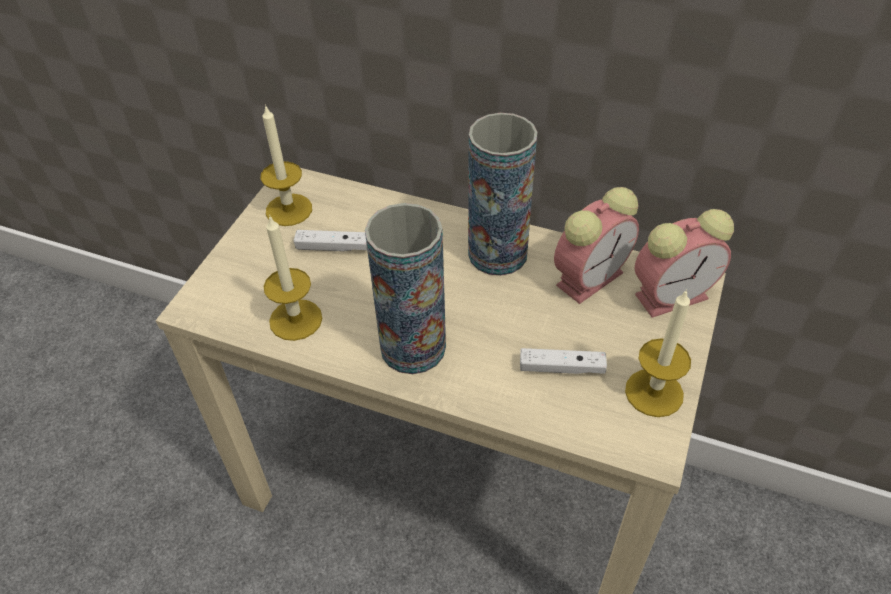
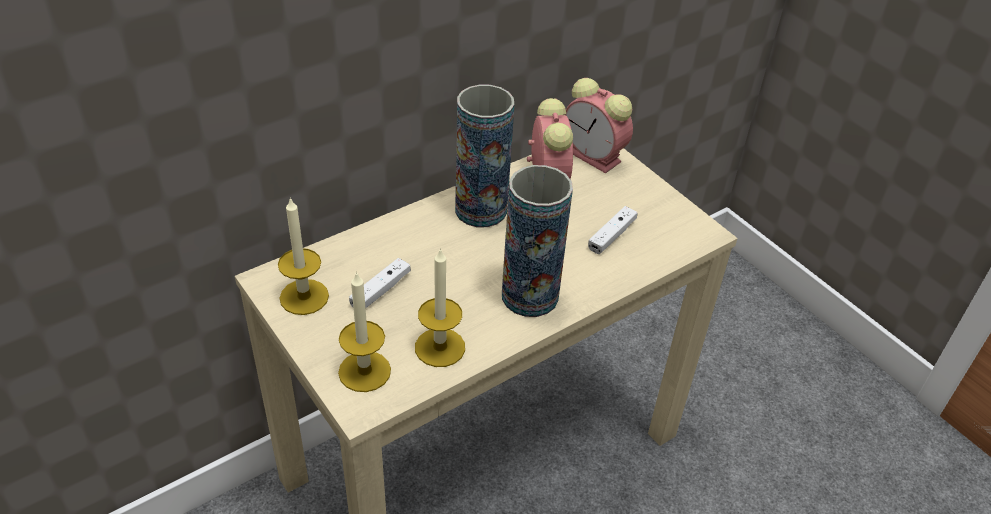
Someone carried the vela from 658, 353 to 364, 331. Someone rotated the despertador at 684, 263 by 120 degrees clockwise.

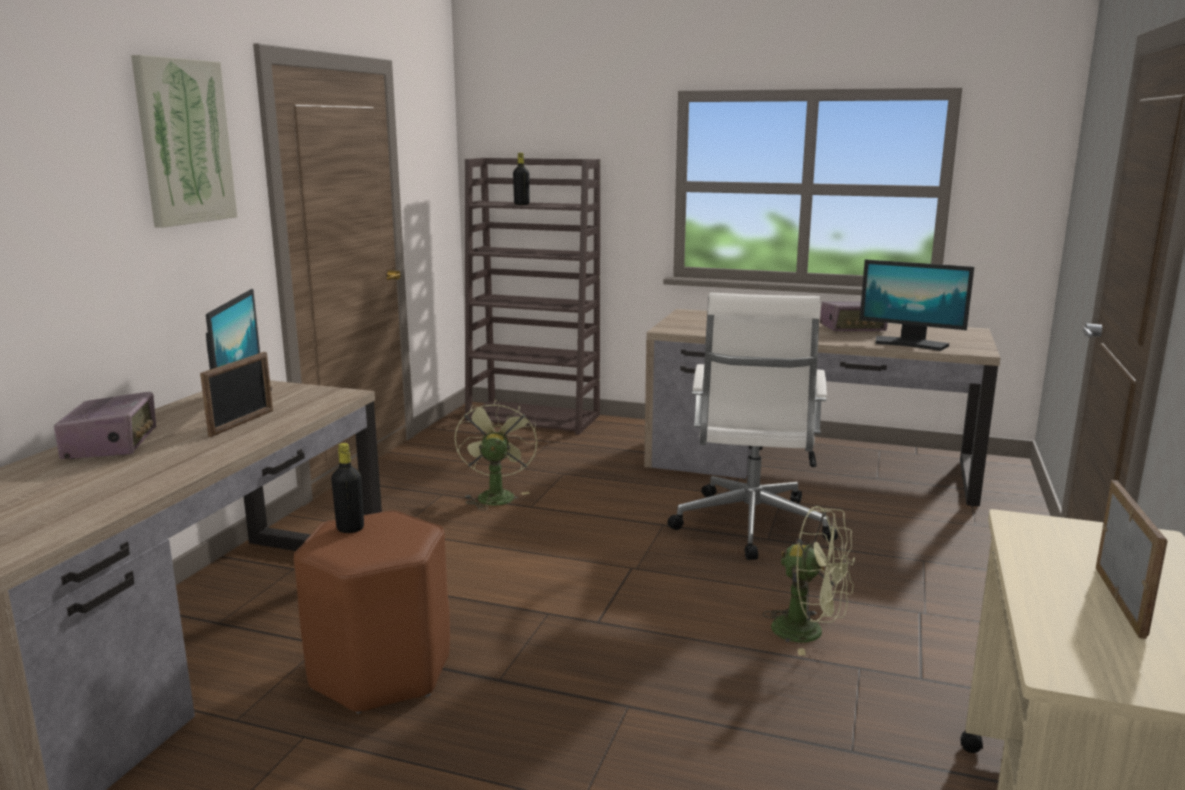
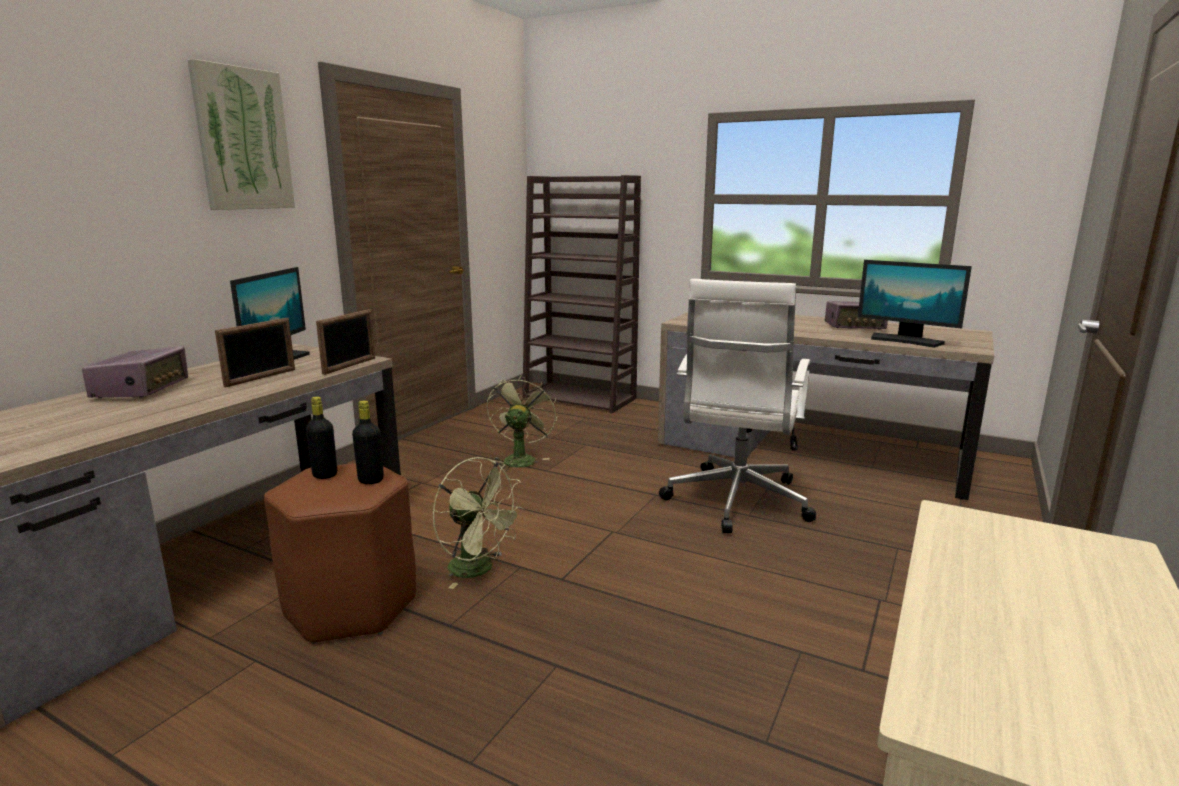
Someone carried the botella/negro from 521, 179 to 368, 442. Someone carried the ventilador/verde from 808, 580 to 478, 523. Someone carried the portarretratos from 1132, 559 to 345, 342.

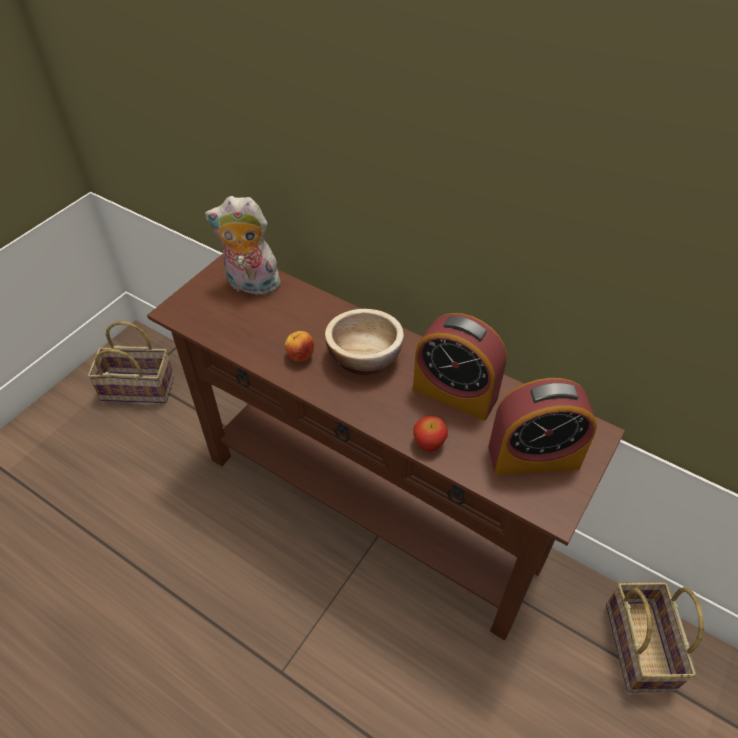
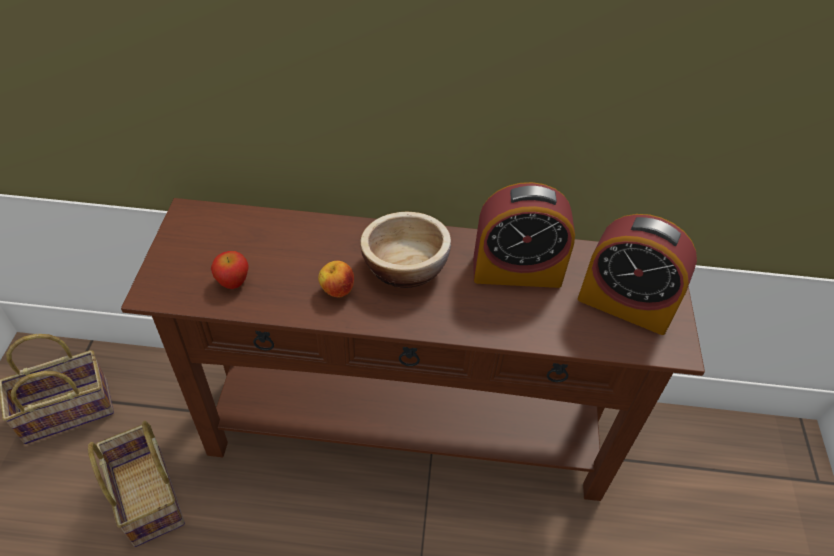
Someone took away the peluche at 245, 245. Someone carried the manzana from 431, 434 to 230, 270. Someone rotated the despertador at 542, 426 by 60 degrees clockwise. Someone carried the cesta from 655, 637 to 136, 484.

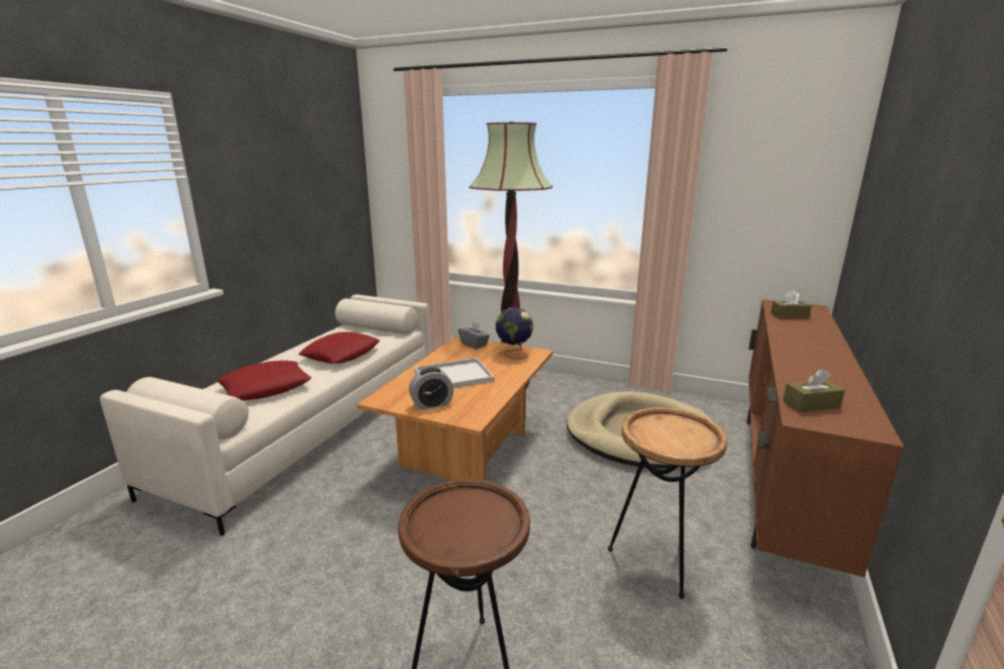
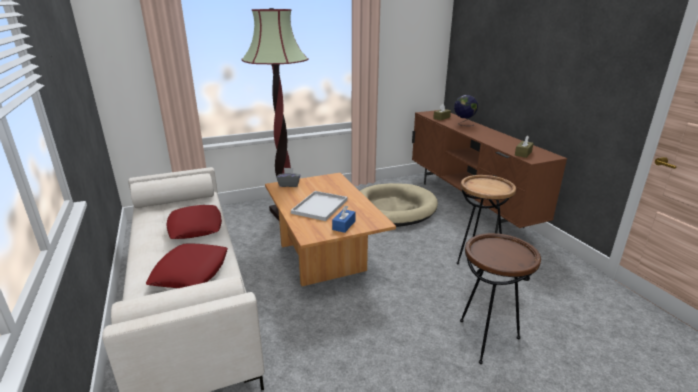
Someone swapped the despertador at 431, 389 for the caja de pañuelos/azul at 343, 219. Someone carried the globo terráqueo from 514, 333 to 466, 110.

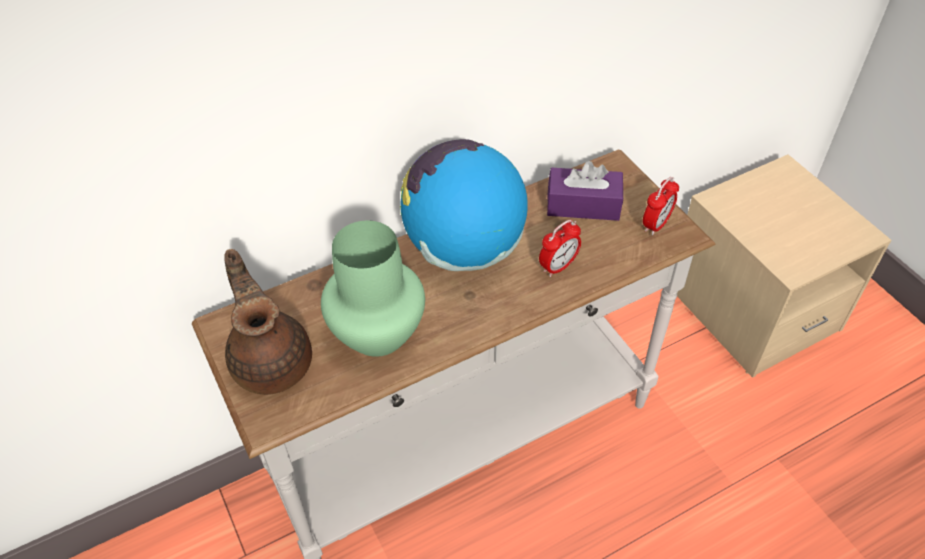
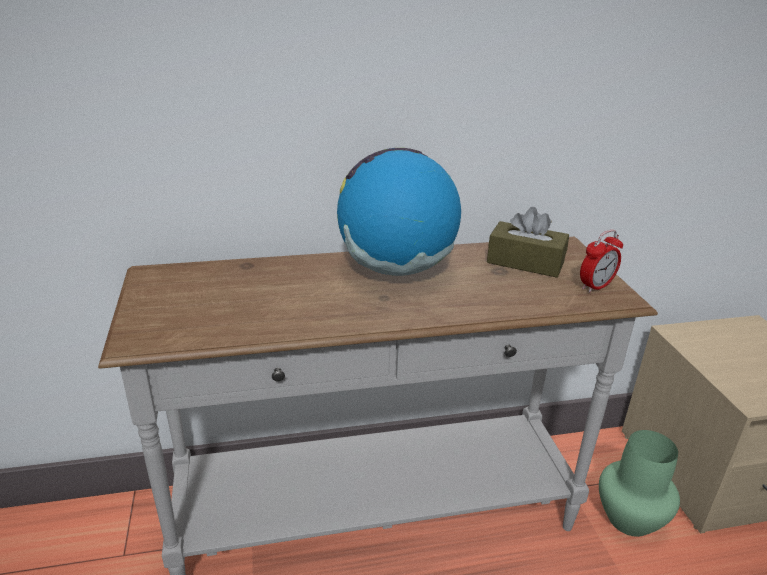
Someone took away the tetera/marrón at 268, 322. Someone carried the florero/verde from 373, 289 to 639, 483. Someone took away the despertador at 560, 248. Someone repainted the caja de pañuelos/morado at 585, 191, which became the caja de pañuelos/marrón at 528, 242.

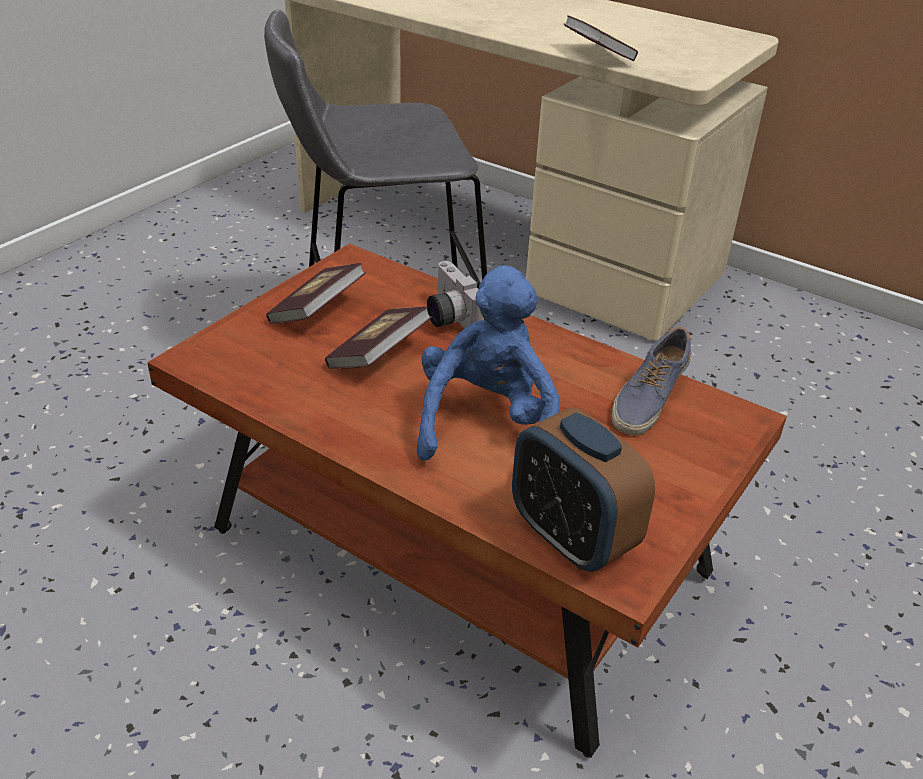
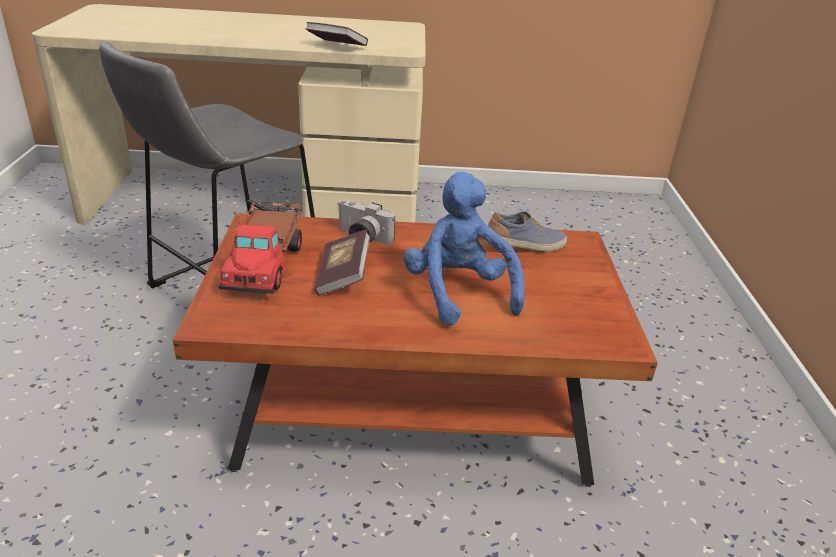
Someone swapped the libro at 316, 293 for the camión de juguete at 260, 247. Someone took away the despertador at 583, 490. Someone rotated the zapato at 651, 381 by 105 degrees counterclockwise.

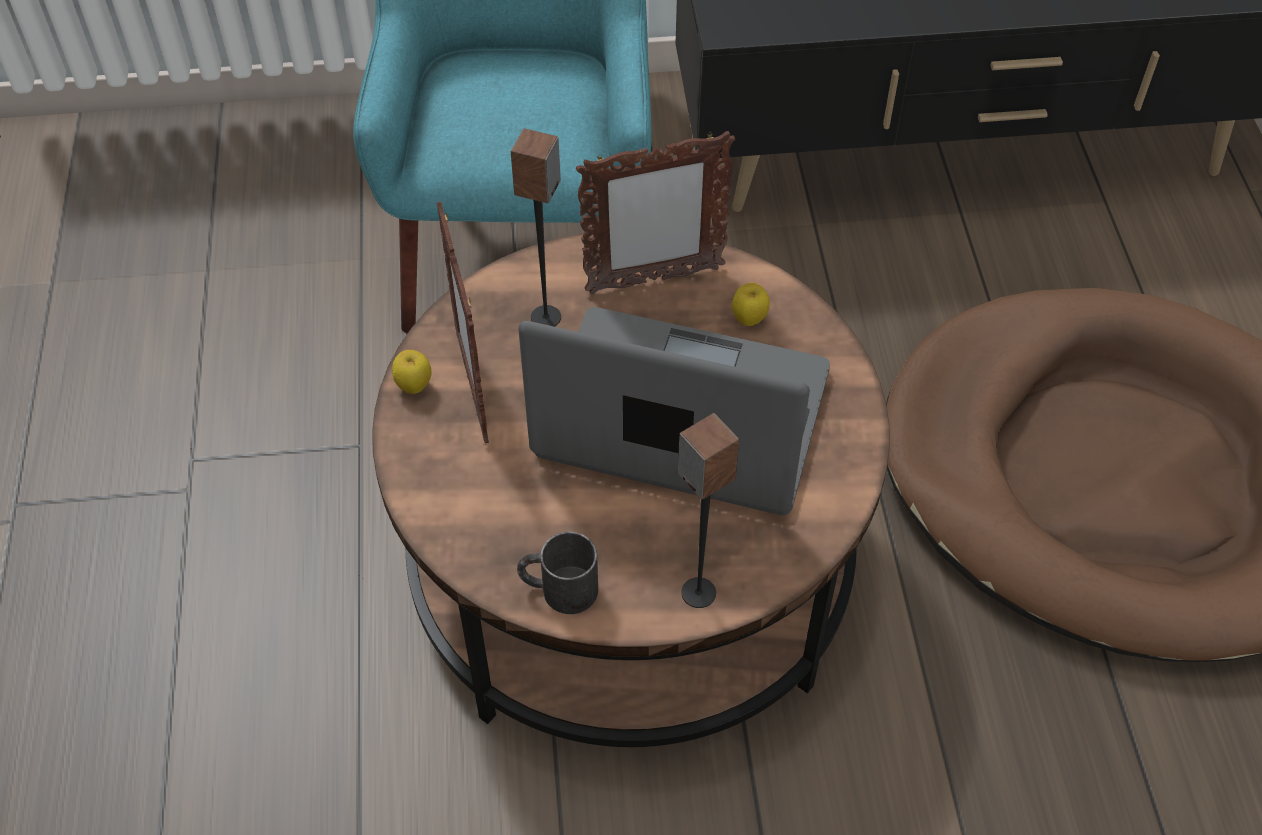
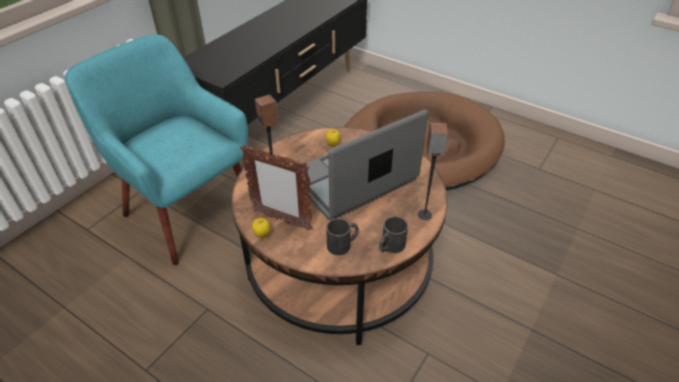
Someone took away the portarretratos at 655, 212. Someone put down the taza grande/negro at 342, 236.

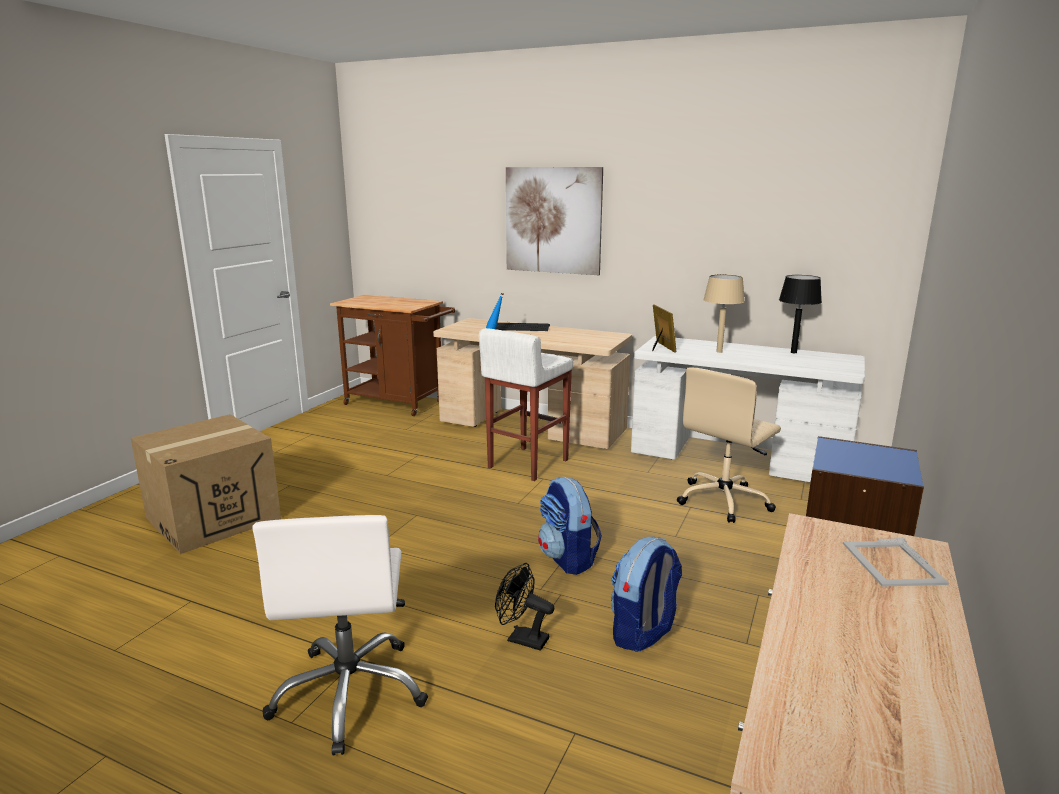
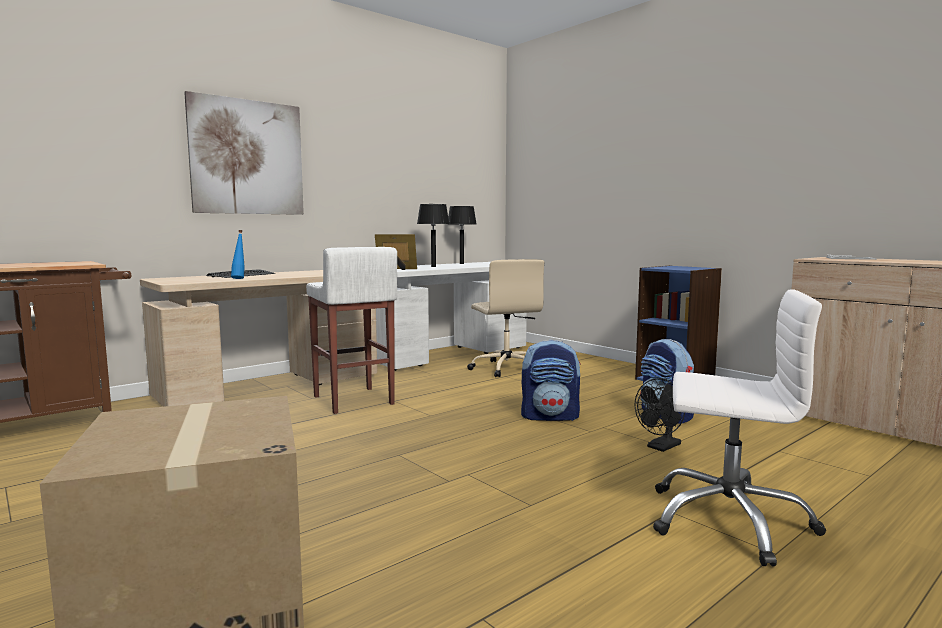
Someone repainted the lámpara de mesa/beis at 724, 313, which became the lámpara de mesa/negro at 433, 235.

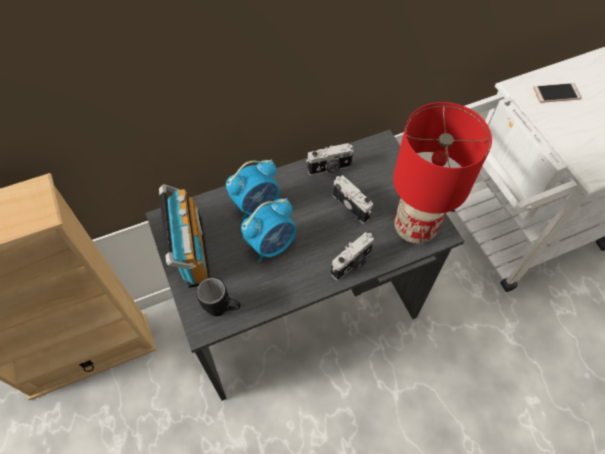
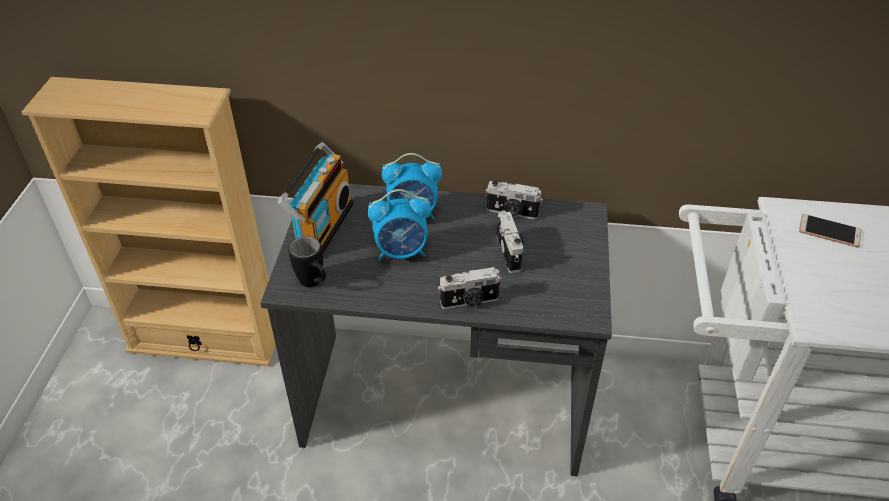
Someone took away the lámpara de mesa/rojo at 442, 173.

